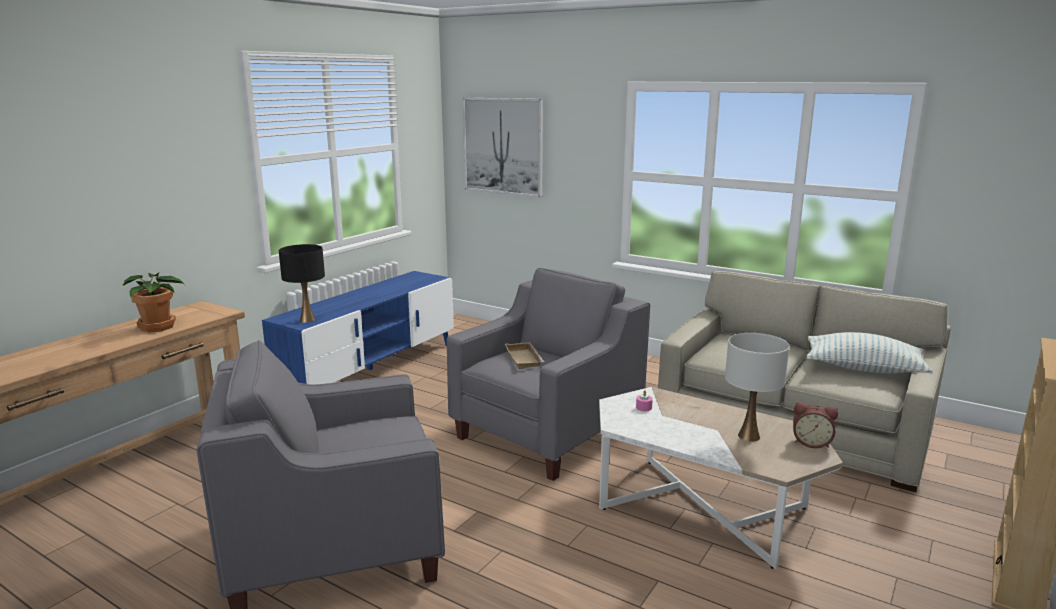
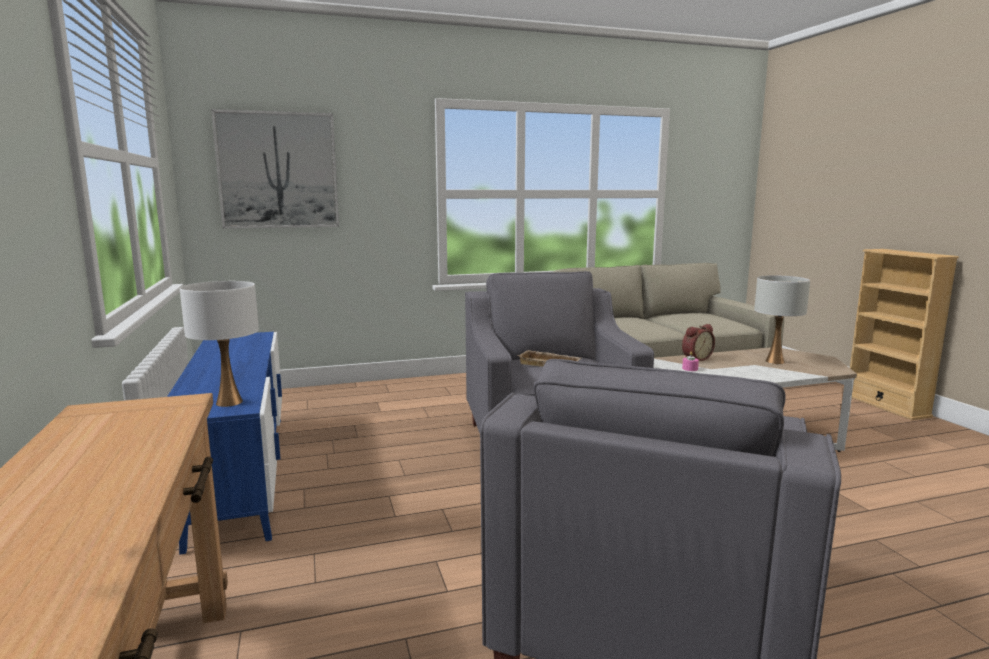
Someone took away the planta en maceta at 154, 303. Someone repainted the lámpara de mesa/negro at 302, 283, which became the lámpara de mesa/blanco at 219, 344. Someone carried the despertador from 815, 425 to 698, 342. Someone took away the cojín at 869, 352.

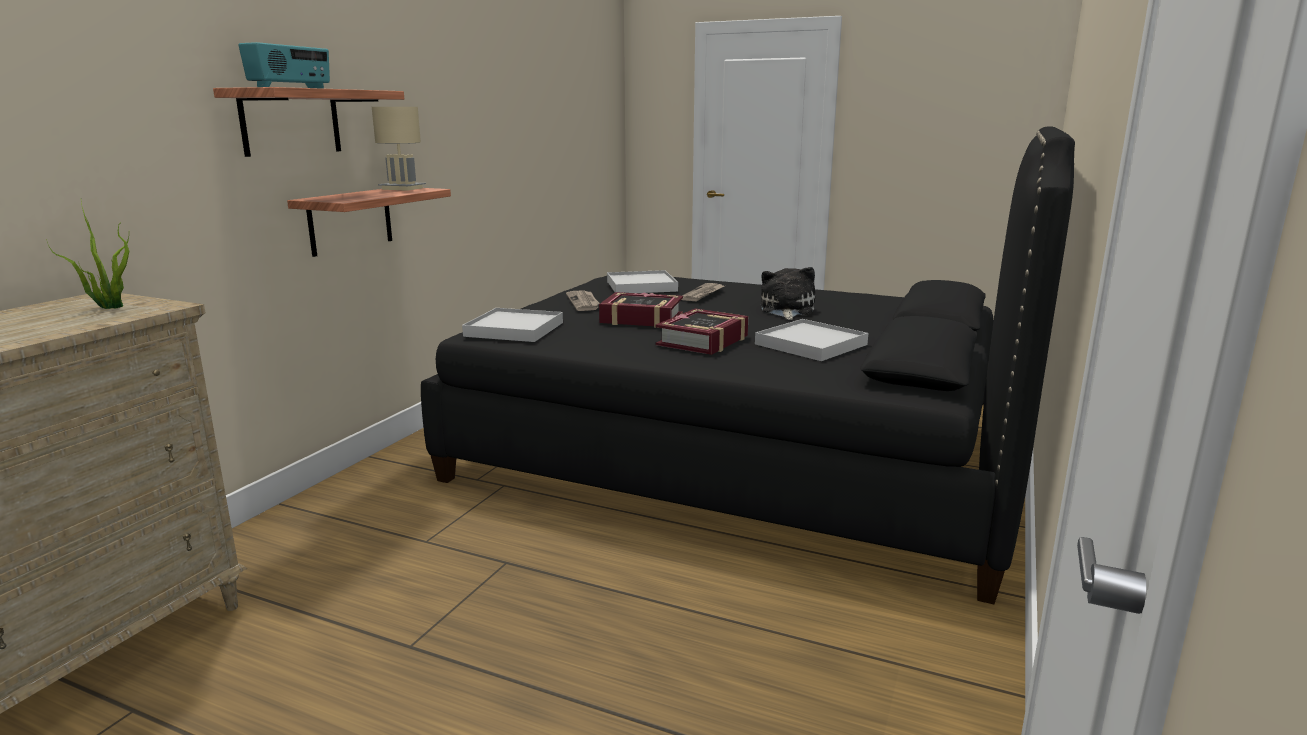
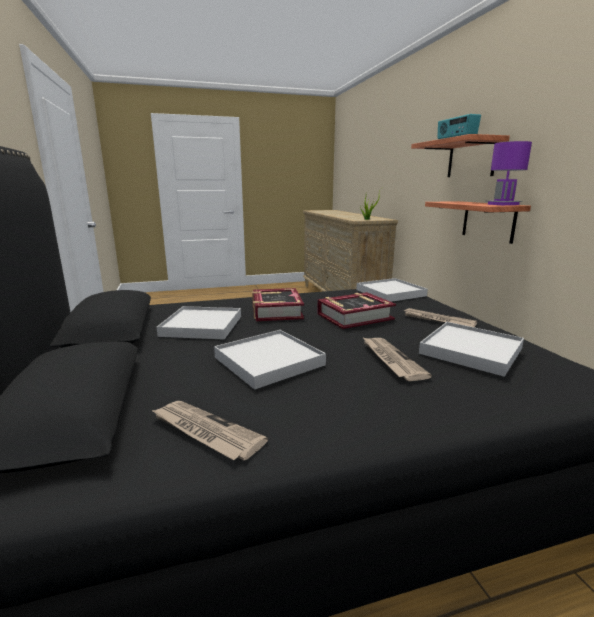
Someone repainted the lámpara de mesa/beis at 399, 149, which became the lámpara de mesa/morado at 510, 173. Someone swapped the peluche at 788, 293 for the bandeja/blanco at 270, 360. Someone put down the periódico at 209, 431.

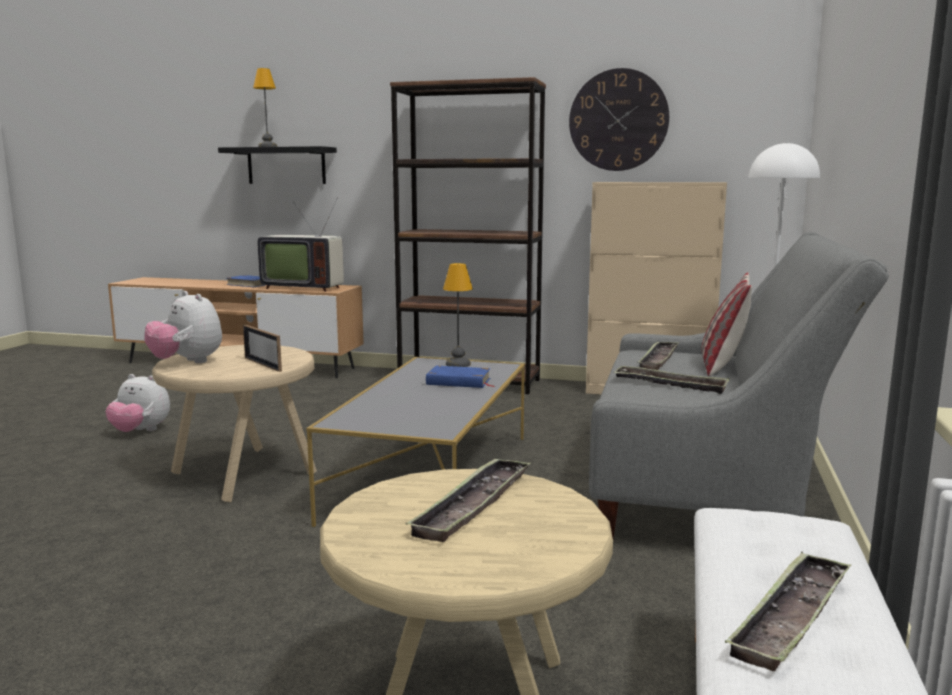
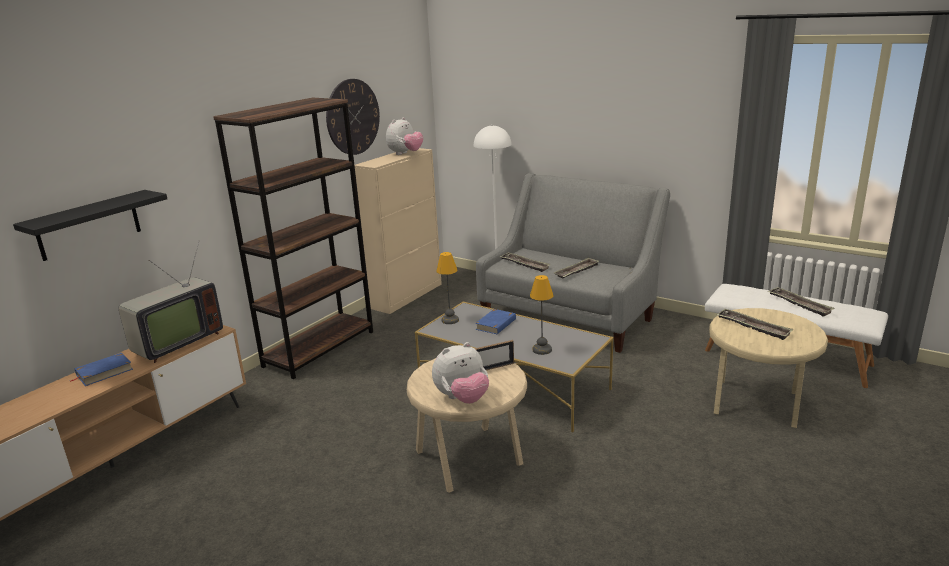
Someone carried the peluche from 138, 403 to 404, 136. Someone carried the lámpara de mesa from 265, 107 to 541, 315. Someone took away the cojín at 727, 324.

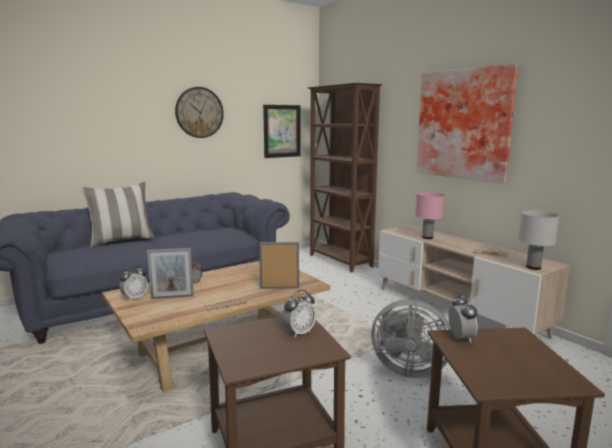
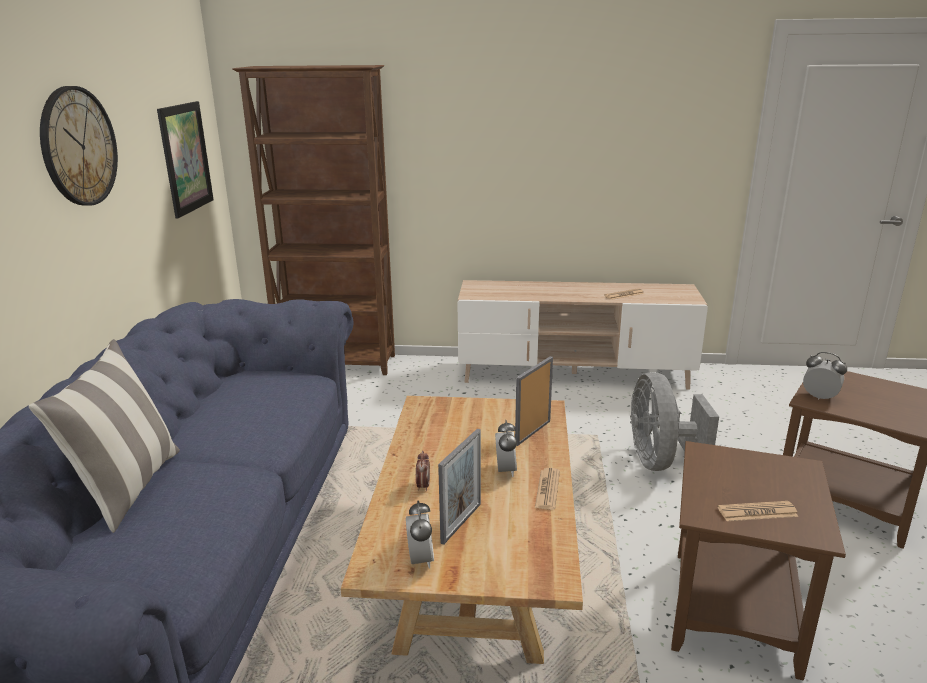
Someone carried the despertador from 299, 314 to 506, 448. Someone rotated the ventilador/gris at 411, 339 by 120 degrees clockwise. Someone took away the lámpara de mesa/rosa at 429, 215. Someone took away the cuadro at 467, 123. Someone took away the lámpara de mesa/blanco at 538, 240. Someone put down the periódico at 758, 511.

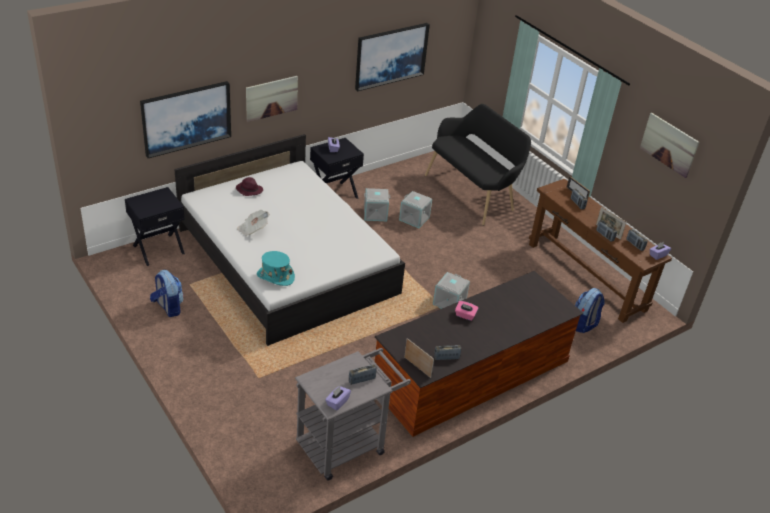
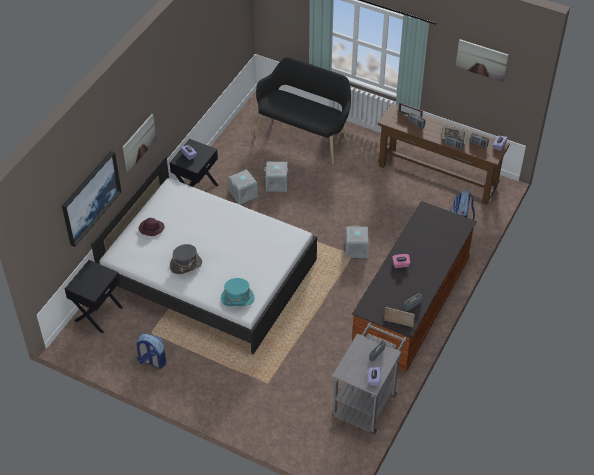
Someone swapped the periódico at 253, 223 for the sombrero/gris at 186, 259. Someone took away the cuadro at 392, 57.

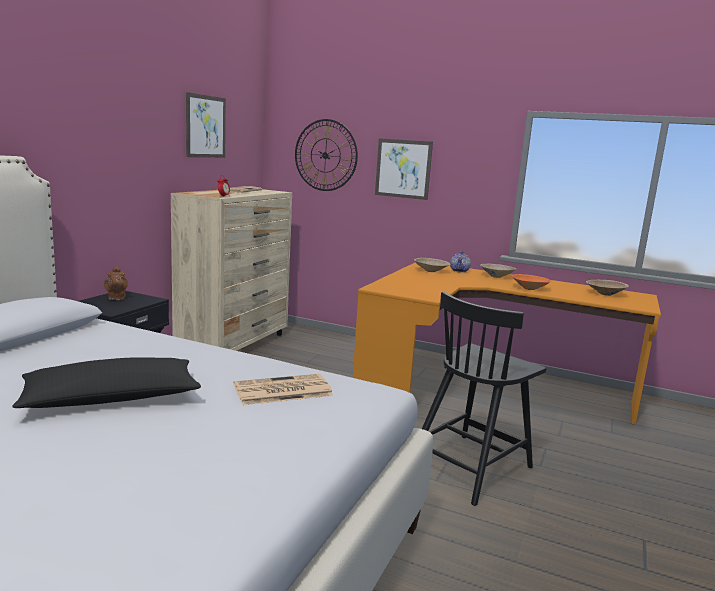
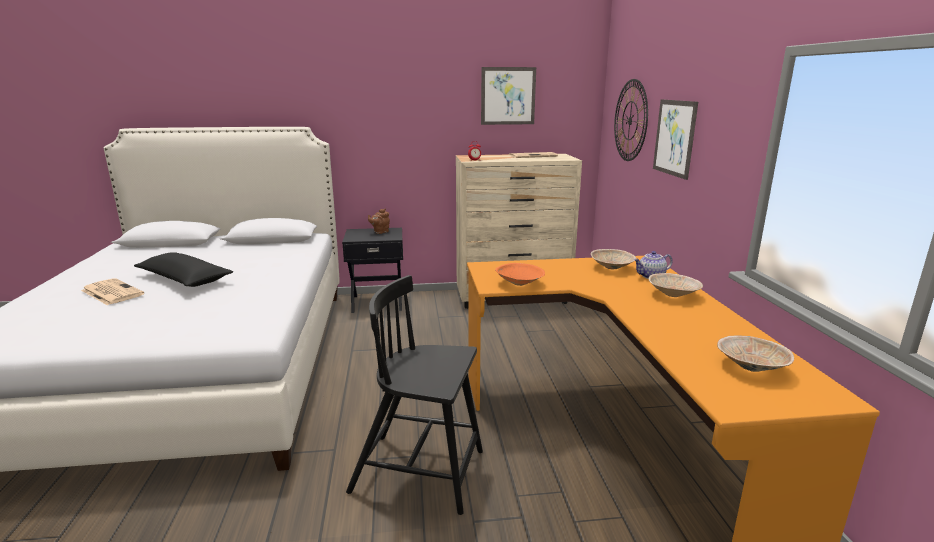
Someone carried the periódico from 283, 389 to 112, 291. Someone carried the cuenco/naranja from 532, 282 to 520, 274.

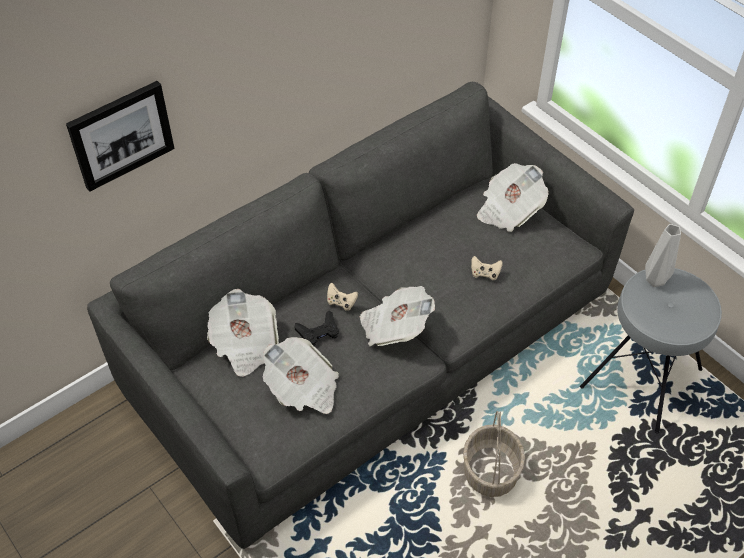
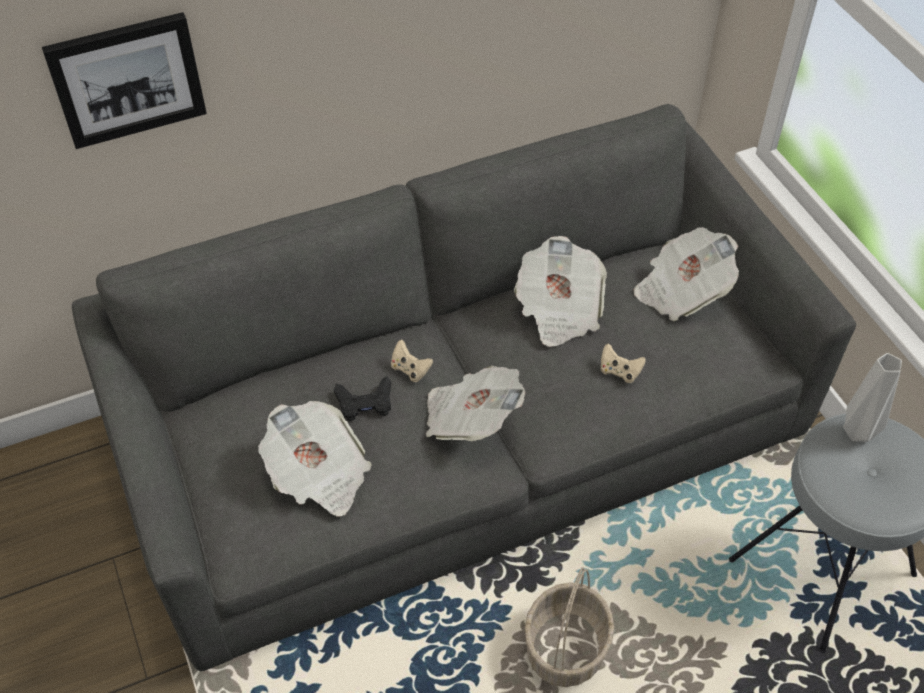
Someone carried the periódico from 243, 333 to 560, 291.

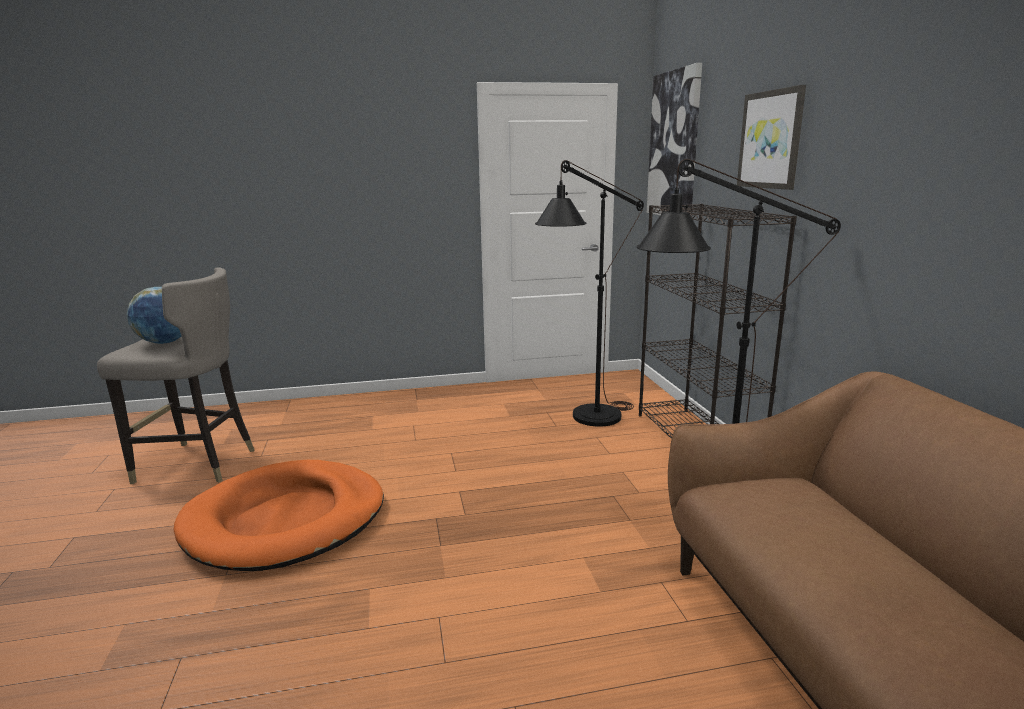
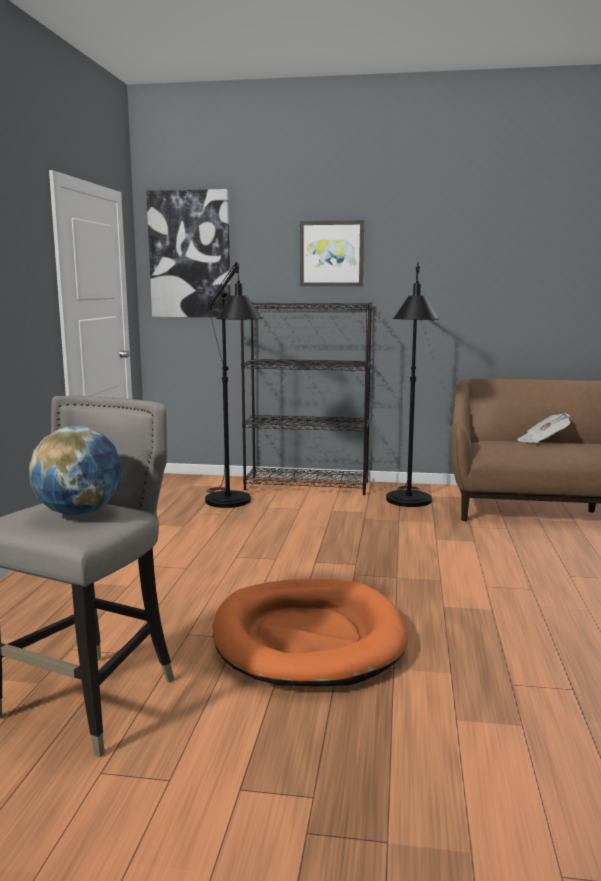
Someone put down the periódico at 543, 428.

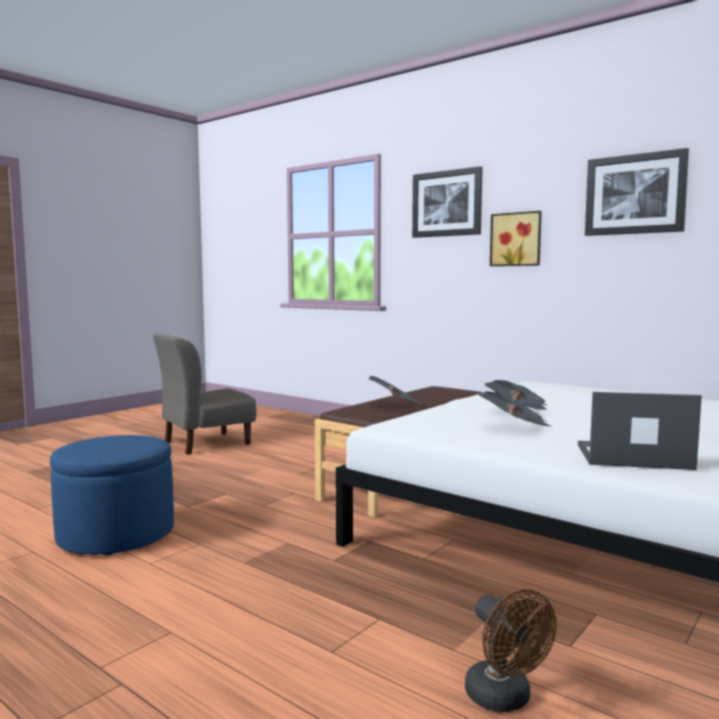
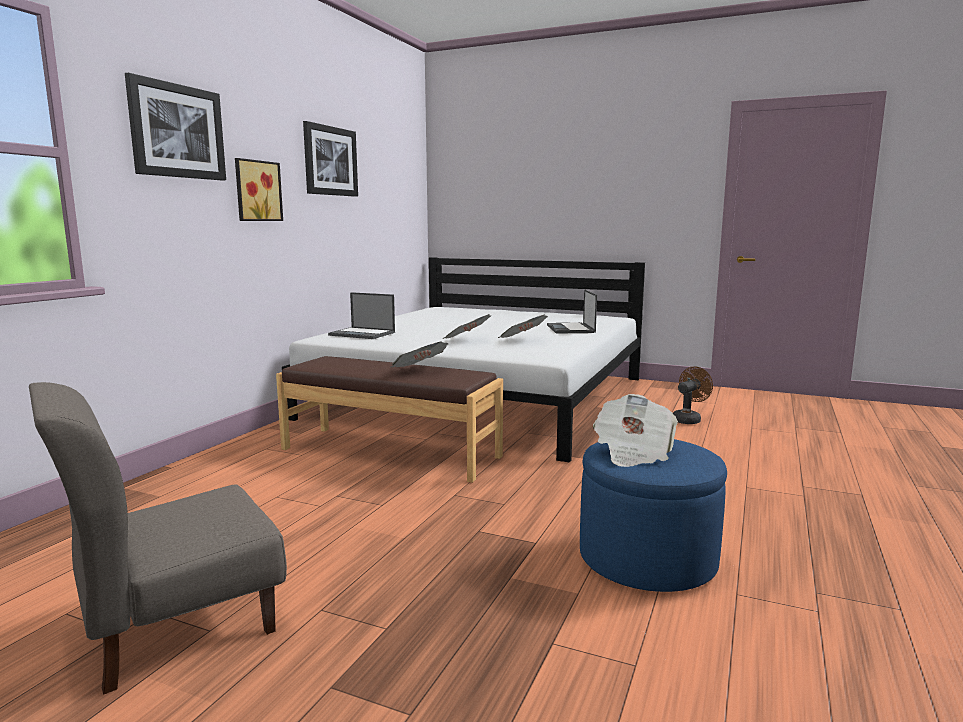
Someone rotated the silla/gris at 205, 394 by 105 degrees clockwise. Someone put down the portátil at 361, 315. Someone put down the periódico at 635, 430.

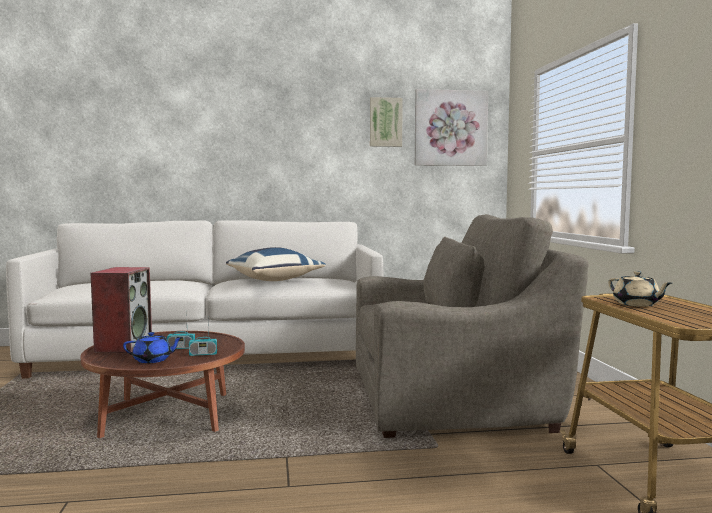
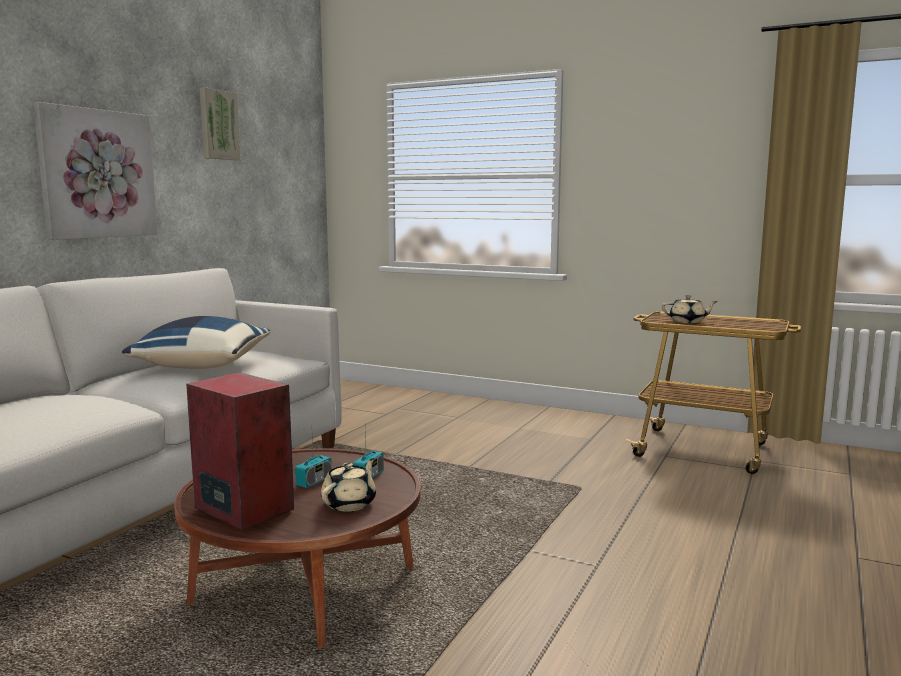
Someone repainted the tetera/azul at 153, 347, which became the tetera/beis at 348, 485. Someone took away the sillón/gris at 472, 326. Someone carried the cuadro from 451, 127 to 95, 171.

